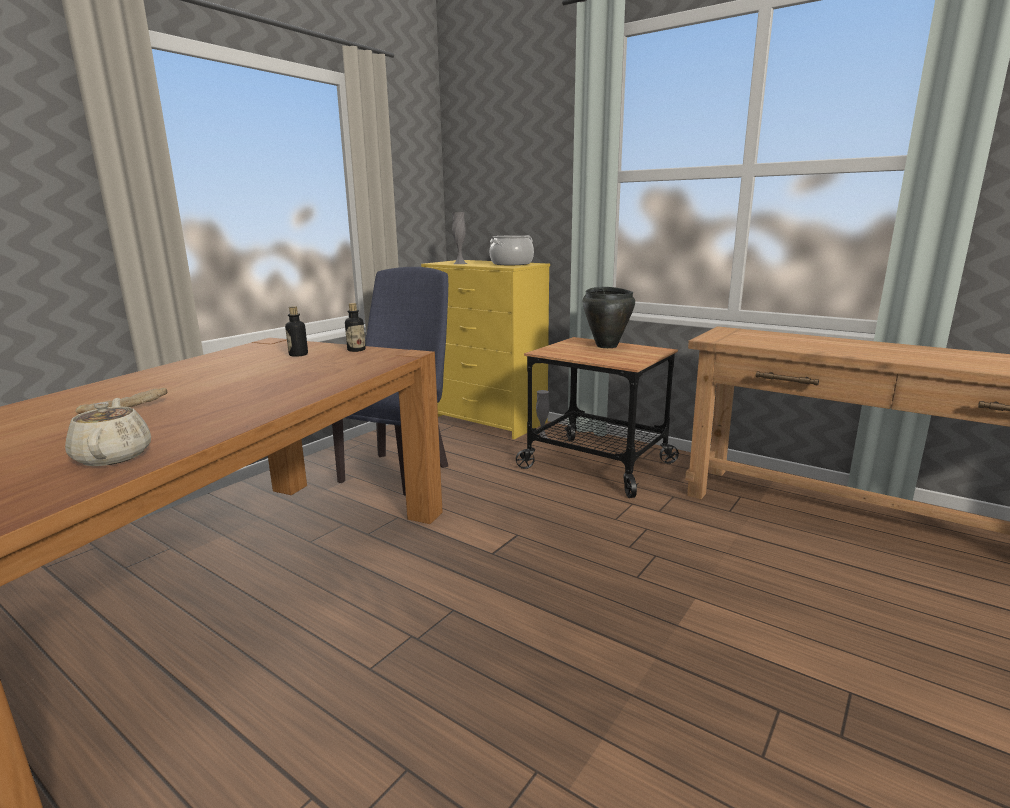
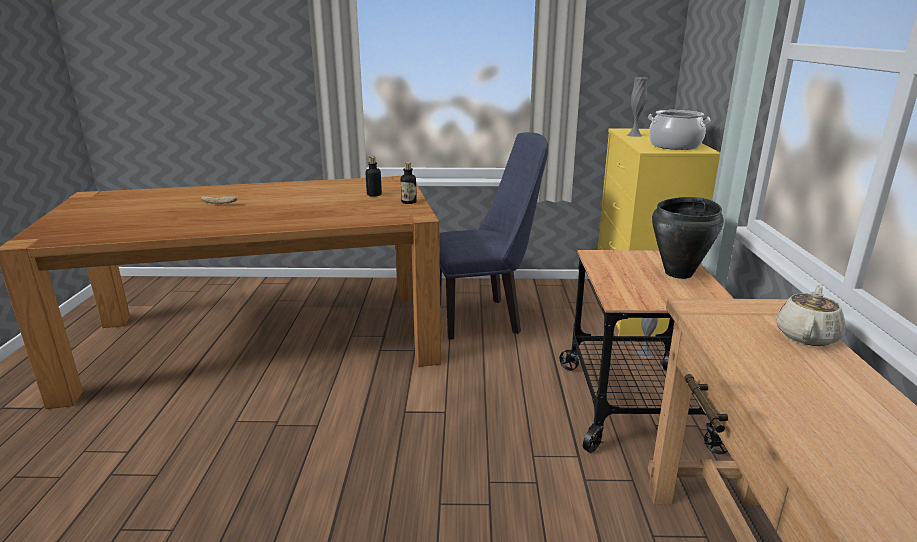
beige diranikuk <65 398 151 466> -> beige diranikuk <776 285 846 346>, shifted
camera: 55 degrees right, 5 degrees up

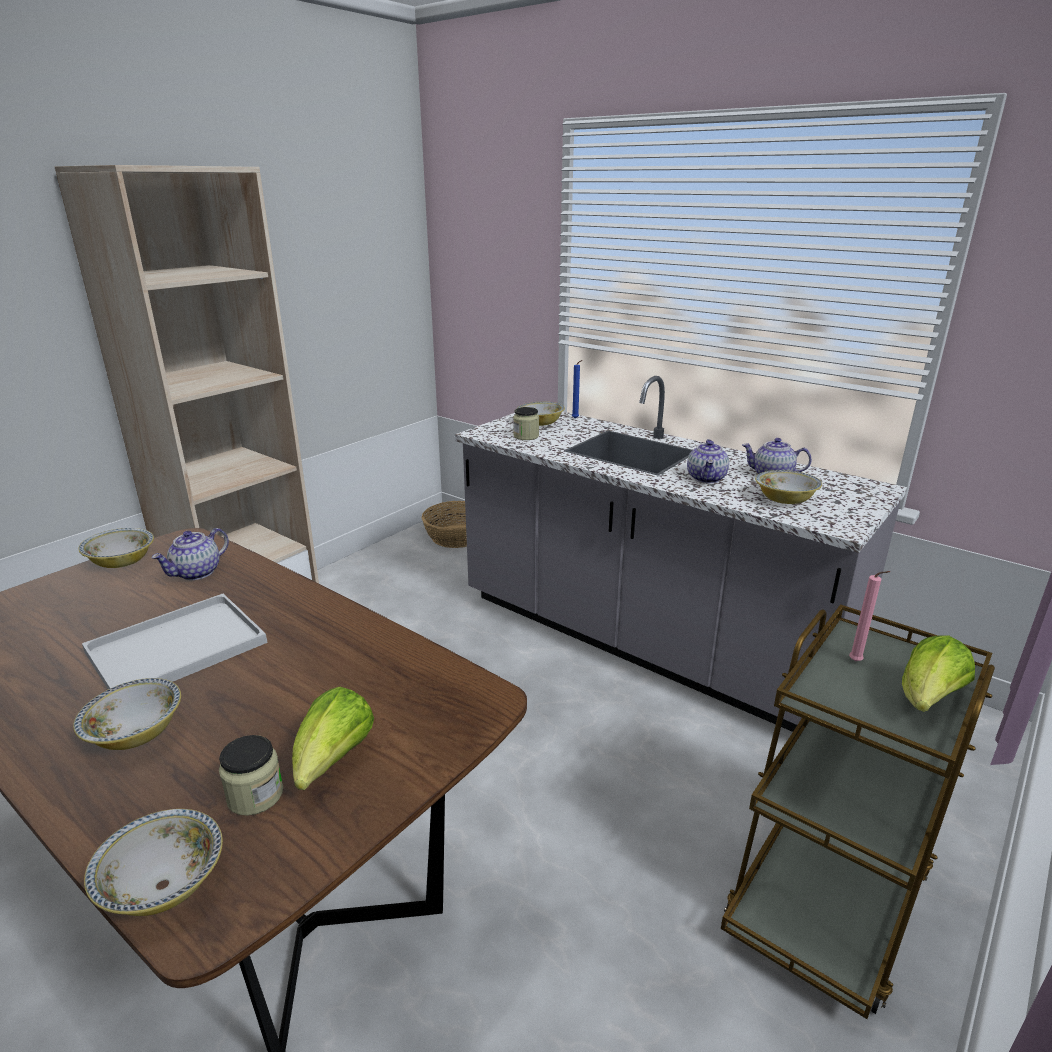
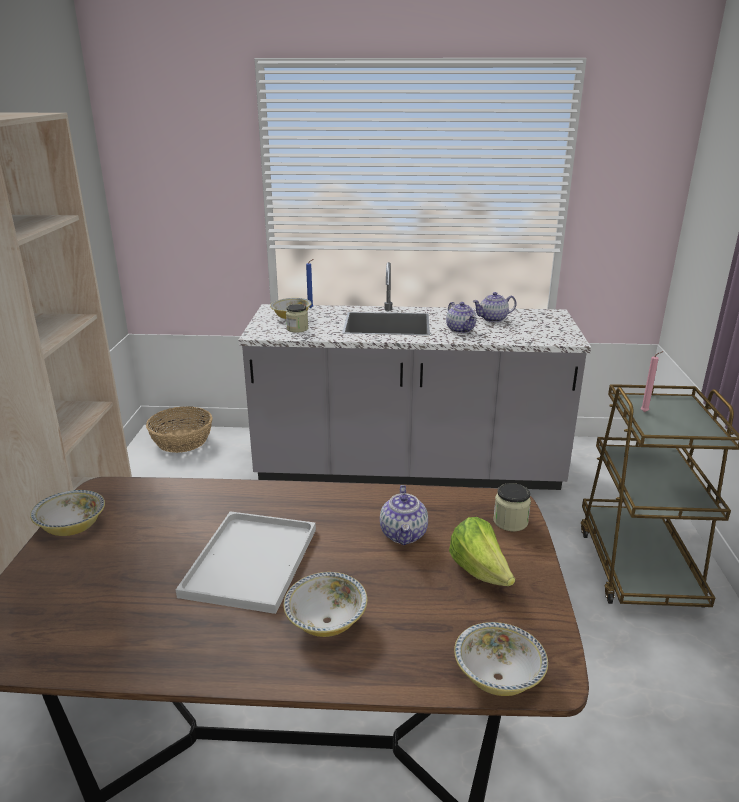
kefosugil <755 470 822 504> -> none
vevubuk <902 635 975 712> -> none
diranikuk <151 528 229 580> -> diranikuk <380 485 428 545>, shifted
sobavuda <219 735 283 816> -> sobavuda <493 483 531 532>, shifted
camera: 35 degrees left, 0 degrees up

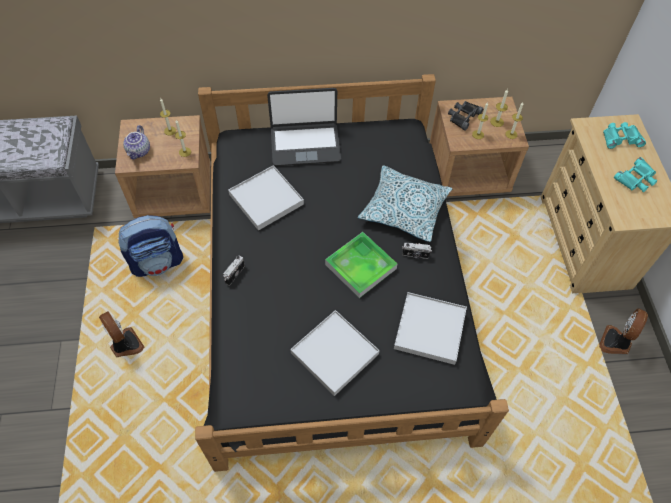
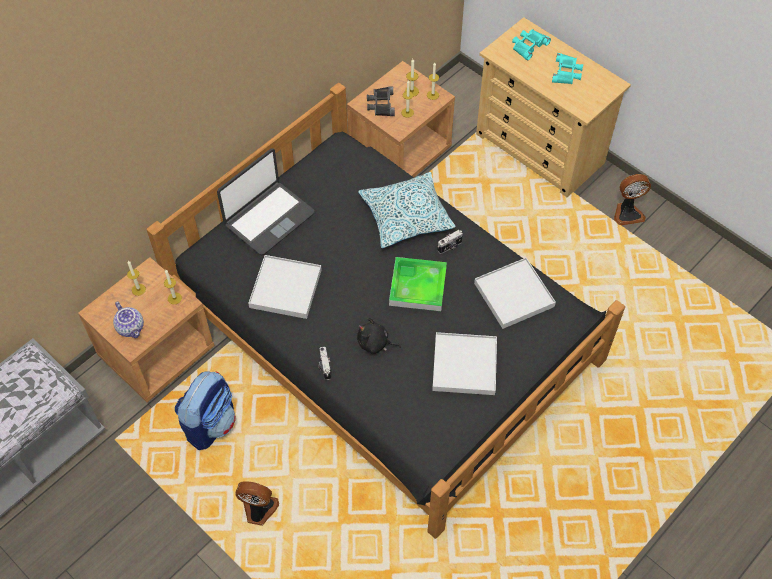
none -> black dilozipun <357 318 401 354>
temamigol <599 308 648 354> -> temamigol <614 174 651 226>, 90 degrees counterclockwise
camera: 40 degrees left, 0 degrees up

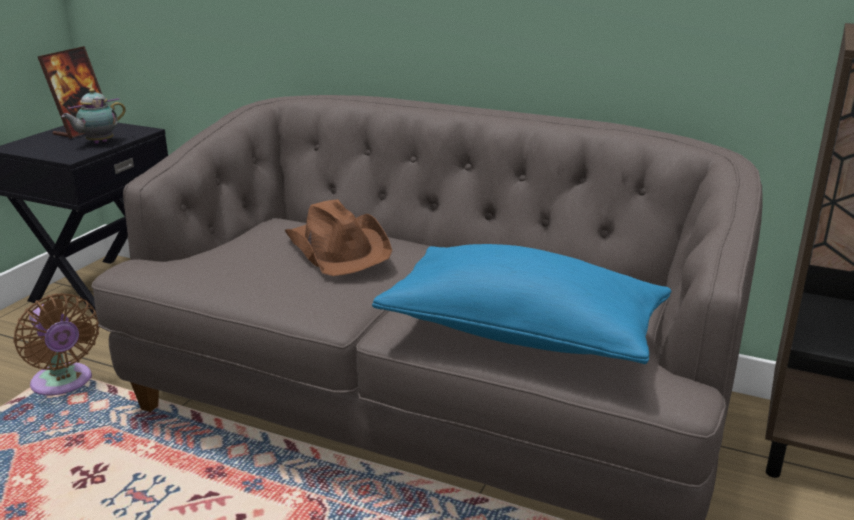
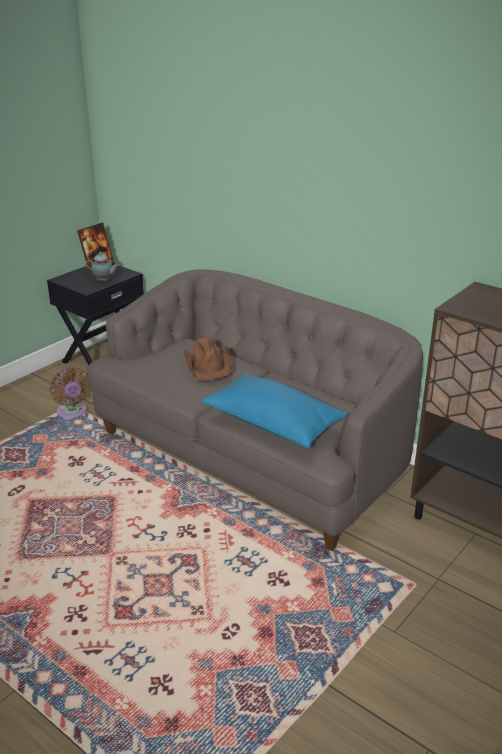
diranikuk <61 89 126 144> -> diranikuk <86 252 120 281>, 135 degrees counterclockwise
camera: 15 degrees right, 5 degrees up

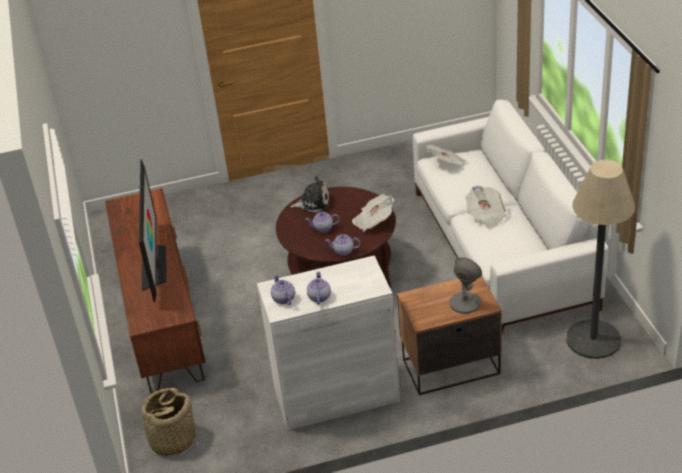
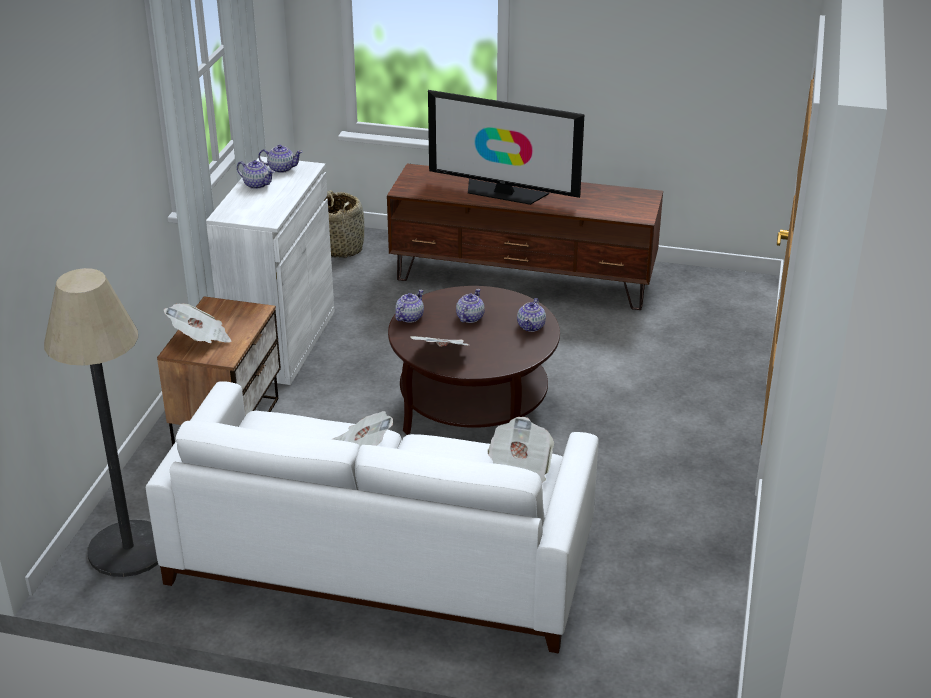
dilozipun <290 176 329 213> -> diranikuk <517 298 546 332>
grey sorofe <450 257 482 314> -> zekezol <164 303 231 343>
camera: 115 degrees right, 5 degrees down

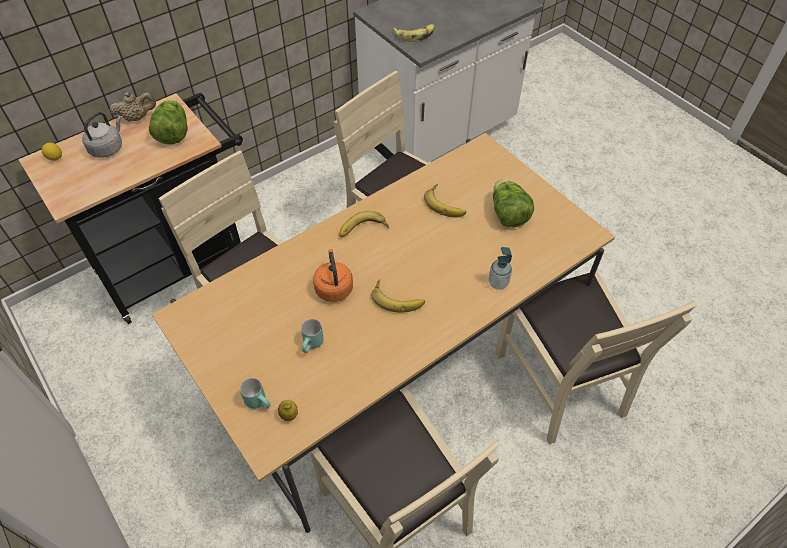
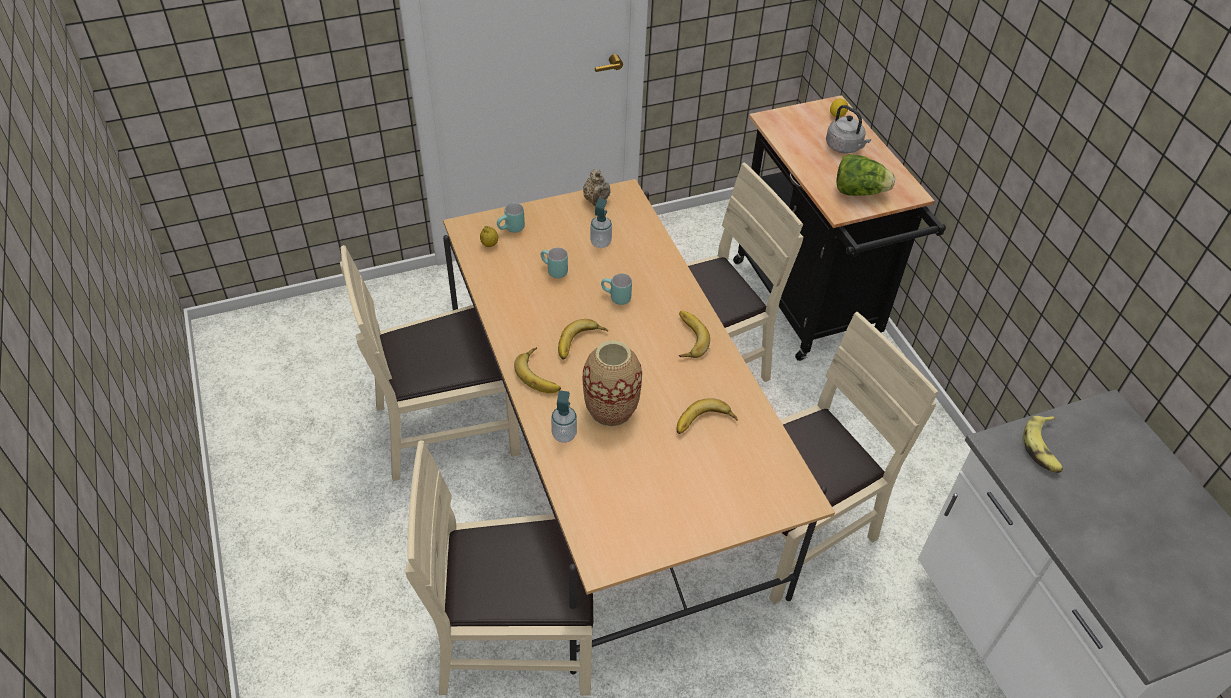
vevubuk <493 179 534 228> -> none
none -> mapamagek <514 347 561 393>
none -> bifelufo <583 340 642 427>
none -> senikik <590 198 612 248>
beige diranikuk <110 92 156 122> -> beige diranikuk <583 169 611 206>, shifted
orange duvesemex <313 249 353 302> -> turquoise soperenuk <601 273 632 305>
camera: 105 degrees right, 5 degrees down

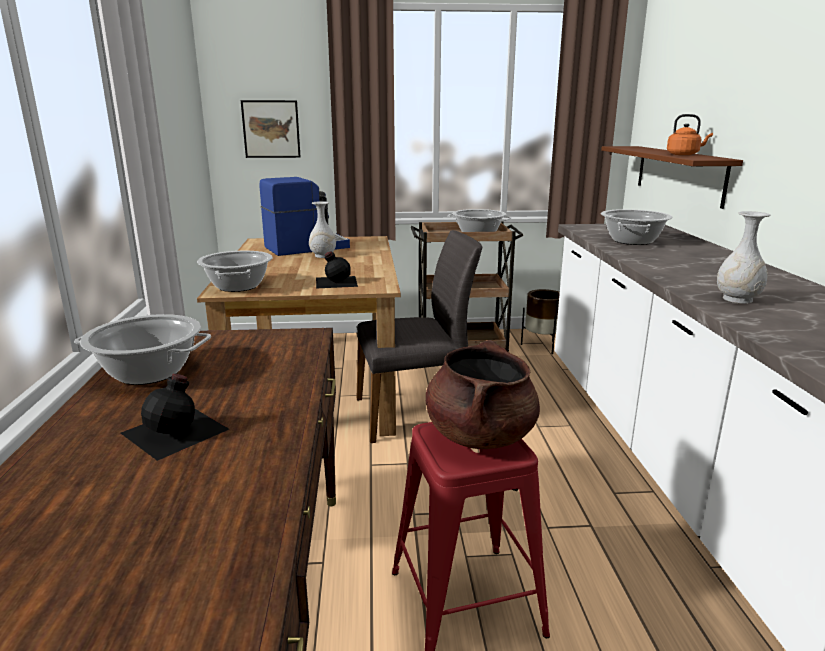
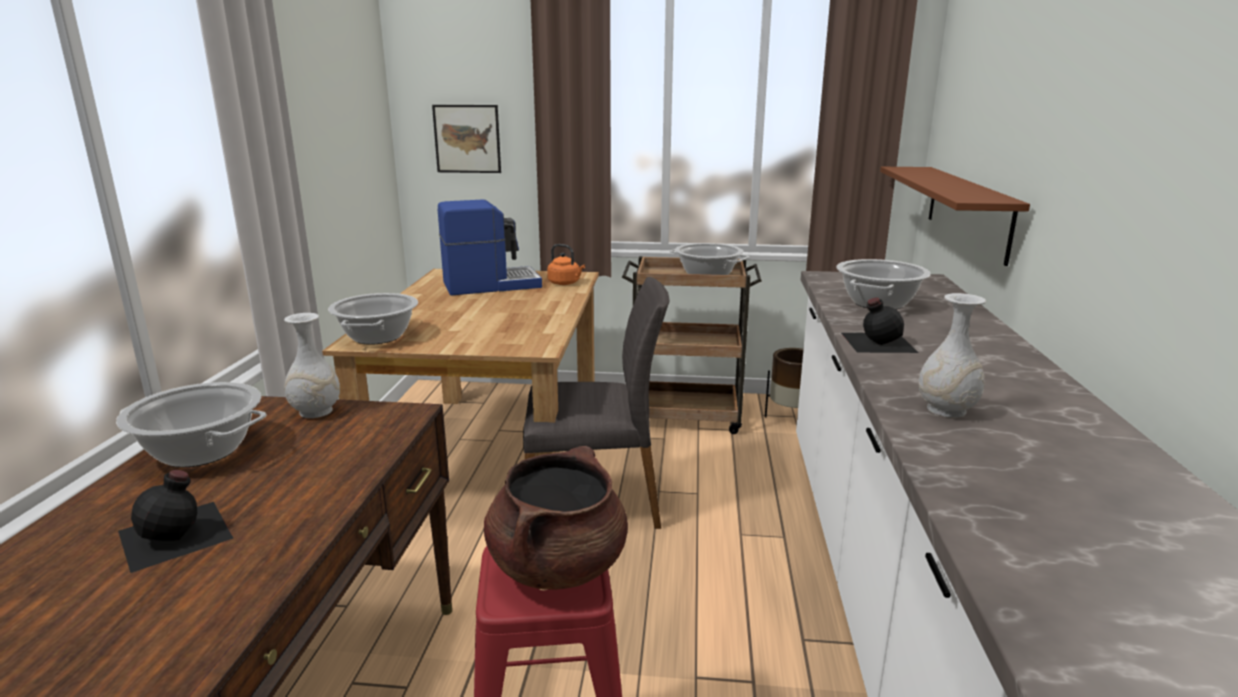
white bifelufo <309 201 336 258> -> white bifelufo <284 313 340 418>, shifted
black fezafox <316 251 358 288> -> black fezafox <841 298 919 353>, shifted
orange duvesemex <667 114 713 155> -> orange duvesemex <547 244 585 285>, shifted
camera: 10 degrees right, 0 degrees up

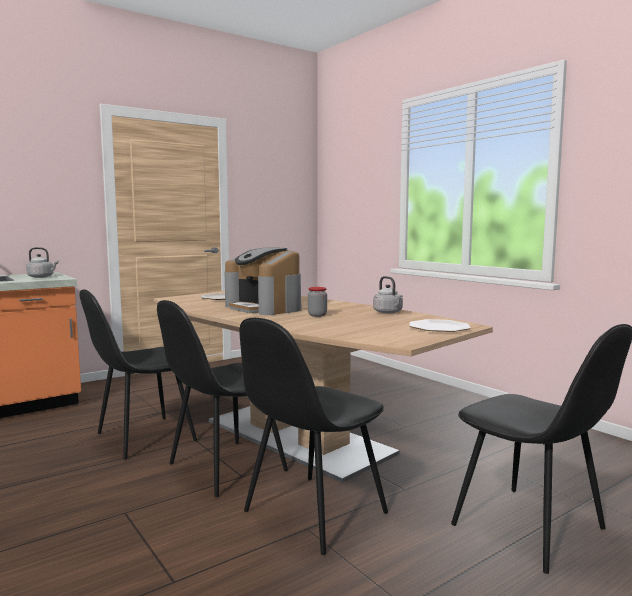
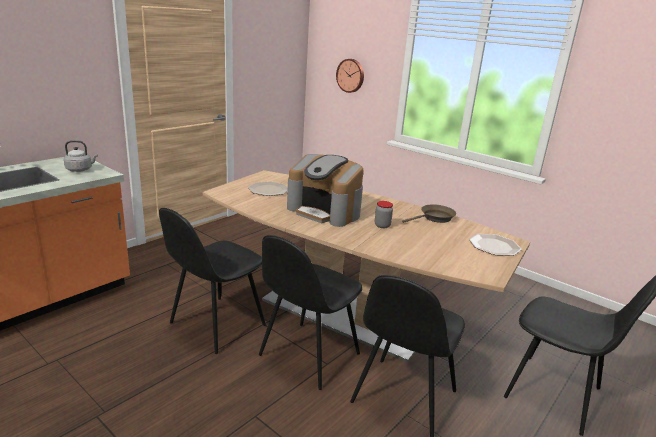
none -> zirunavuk <336 59 364 93>
grey duvesemex <373 276 403 314> -> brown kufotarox <402 204 456 223>
camera: 15 degrees left, 15 degrees up

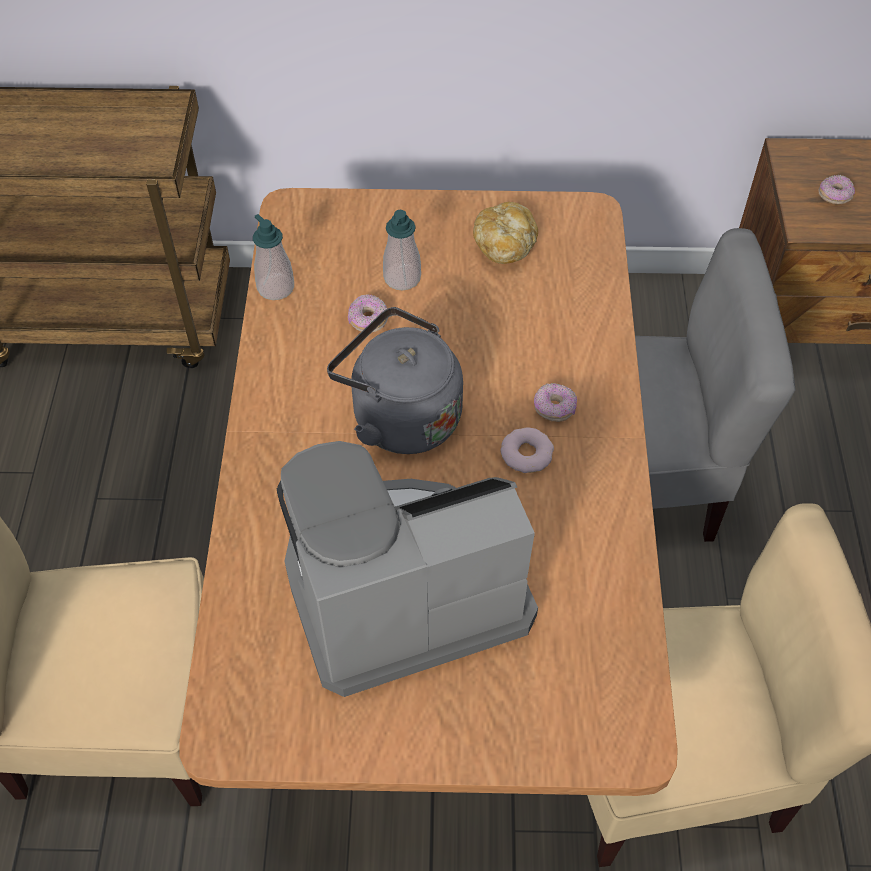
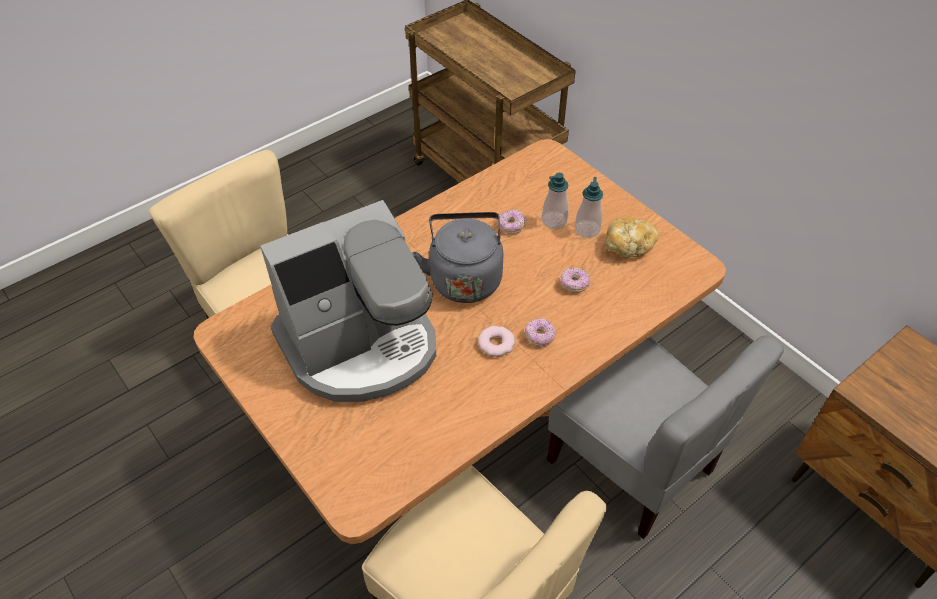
senikik <253 214 294 300> -> senikik <575 177 603 238>, shifted
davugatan <818 175 855 205> -> davugatan <561 267 590 293>, shifted
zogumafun <277 441 538 697> -> zogumafun <260 200 436 402>, 120 degrees clockwise
camera: 50 degrees right, 5 degrees down

